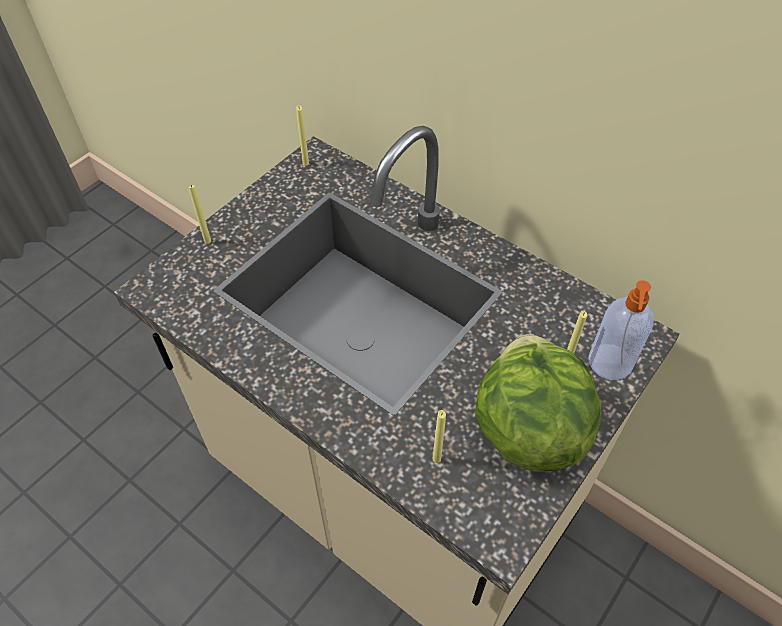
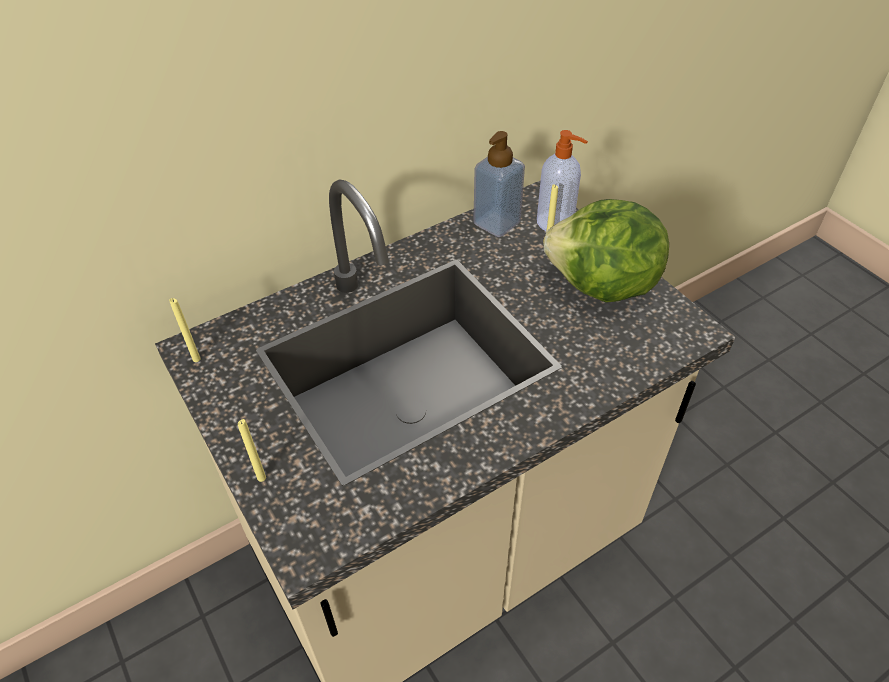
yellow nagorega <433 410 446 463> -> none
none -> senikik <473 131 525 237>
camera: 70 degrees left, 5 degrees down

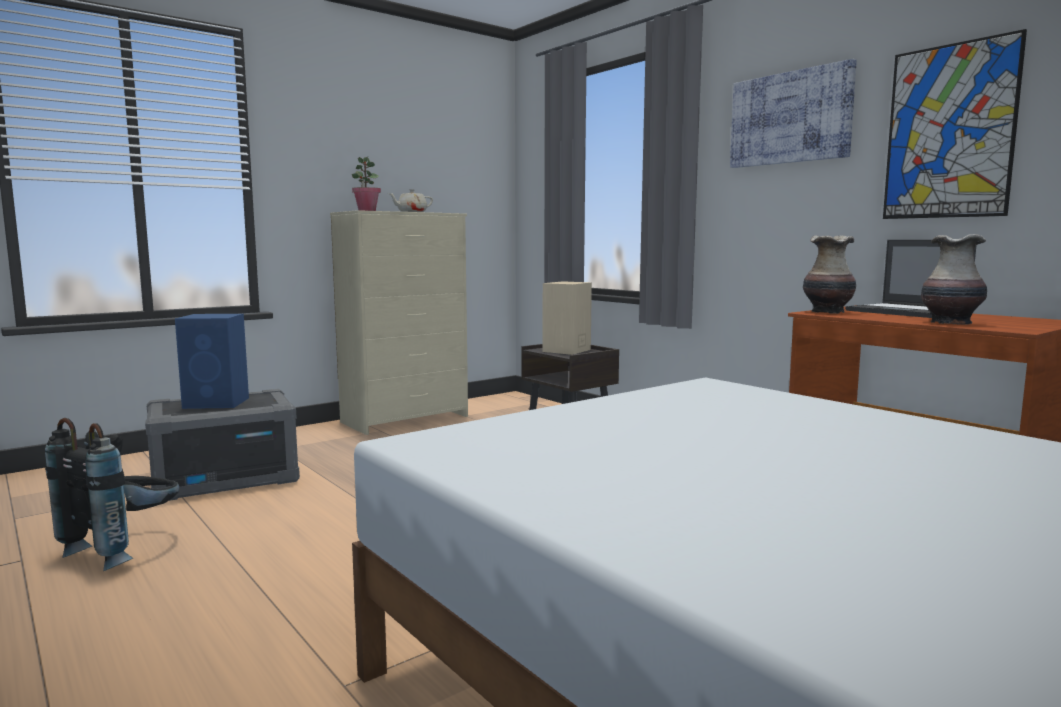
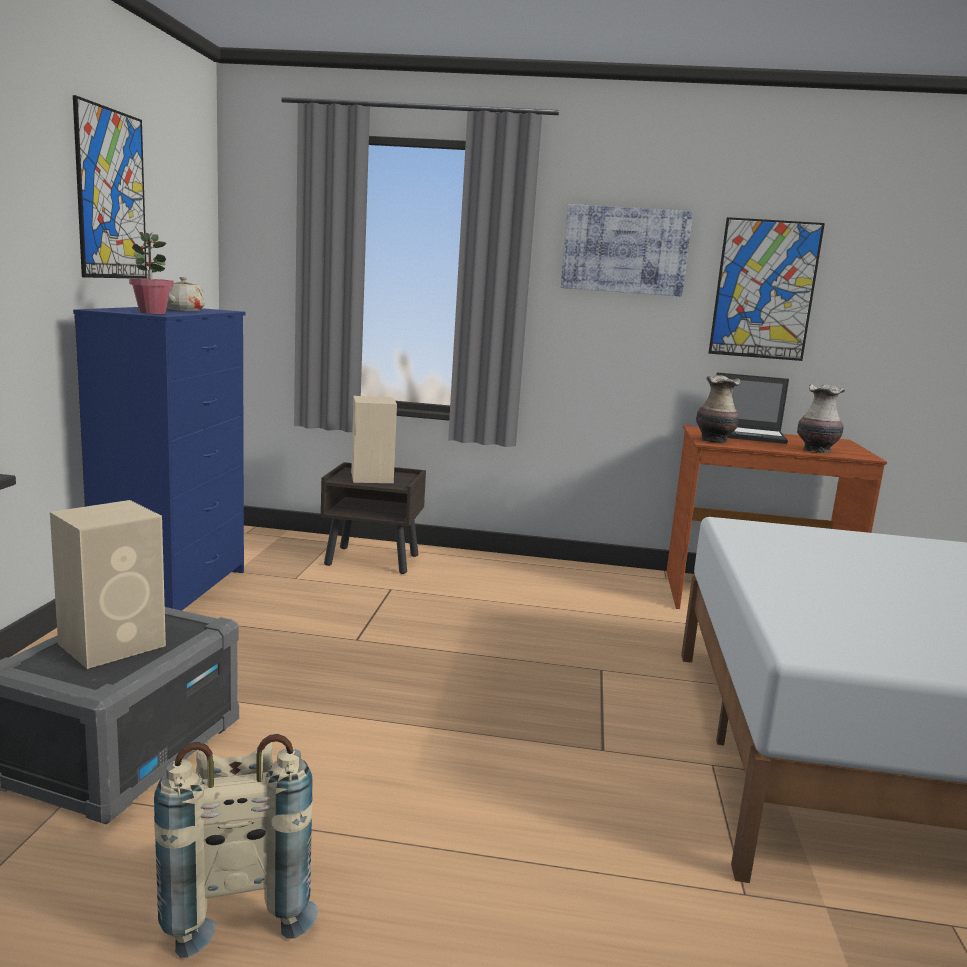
none -> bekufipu <73 95 147 279>
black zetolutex <45 418 179 571> -> beige zetolutex <154 734 318 957>
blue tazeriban <175 314 249 409> -> beige tazeriban <50 500 166 669>
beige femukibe <330 210 468 435> -> blue femukibe <73 307 245 611>
camera: 45 degrees left, 5 degrees up

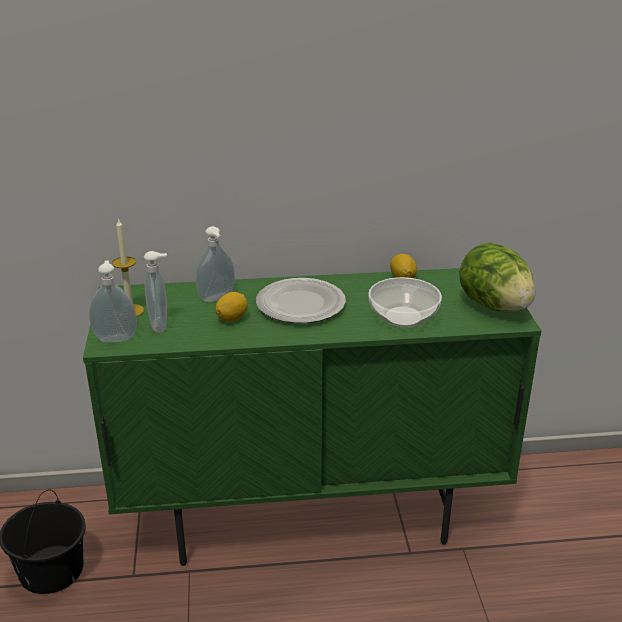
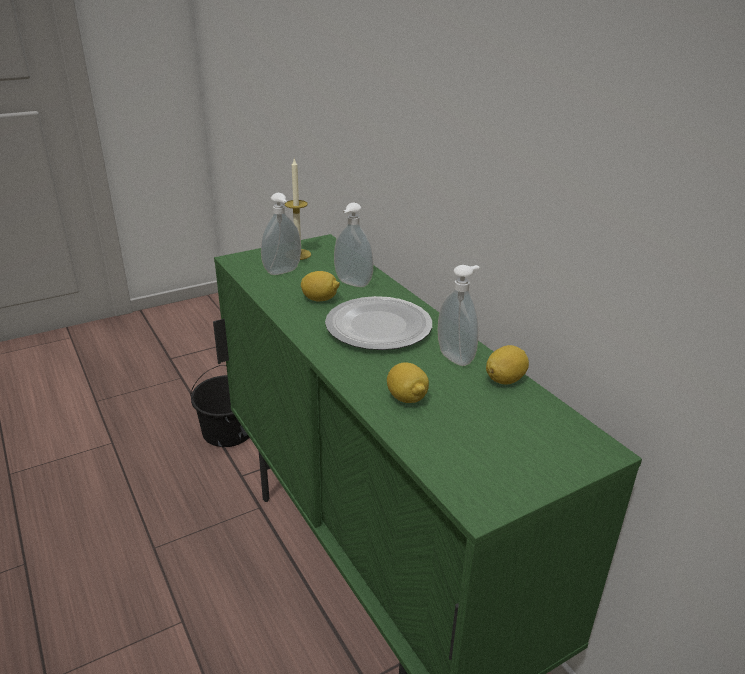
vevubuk <459 243 535 311> -> none
senikik <89 260 137 343> -> senikik <438 265 479 366>, shifted
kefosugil <368 277 442 327> -> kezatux <387 362 429 403>
camera: 65 degrees right, 0 degrees up

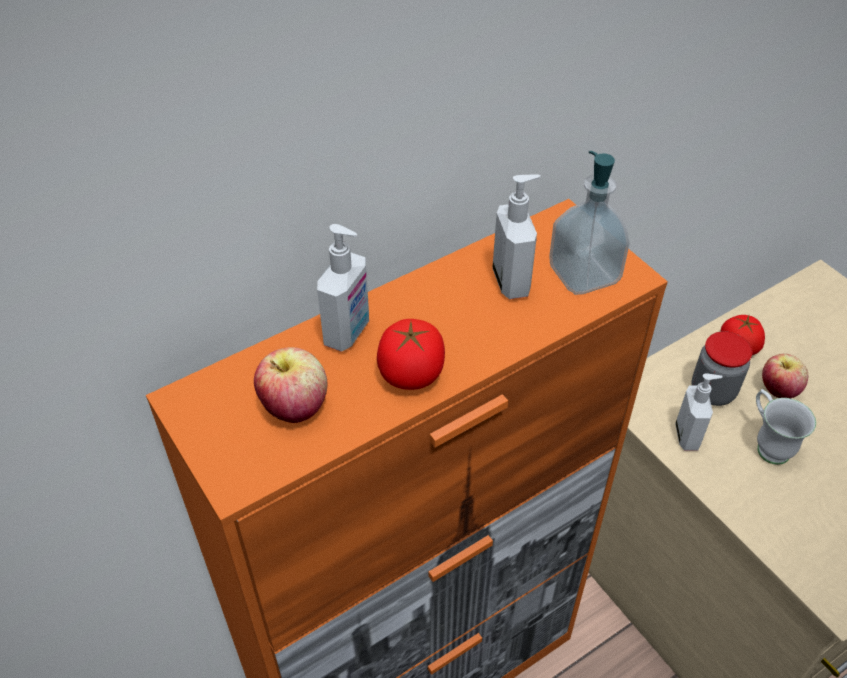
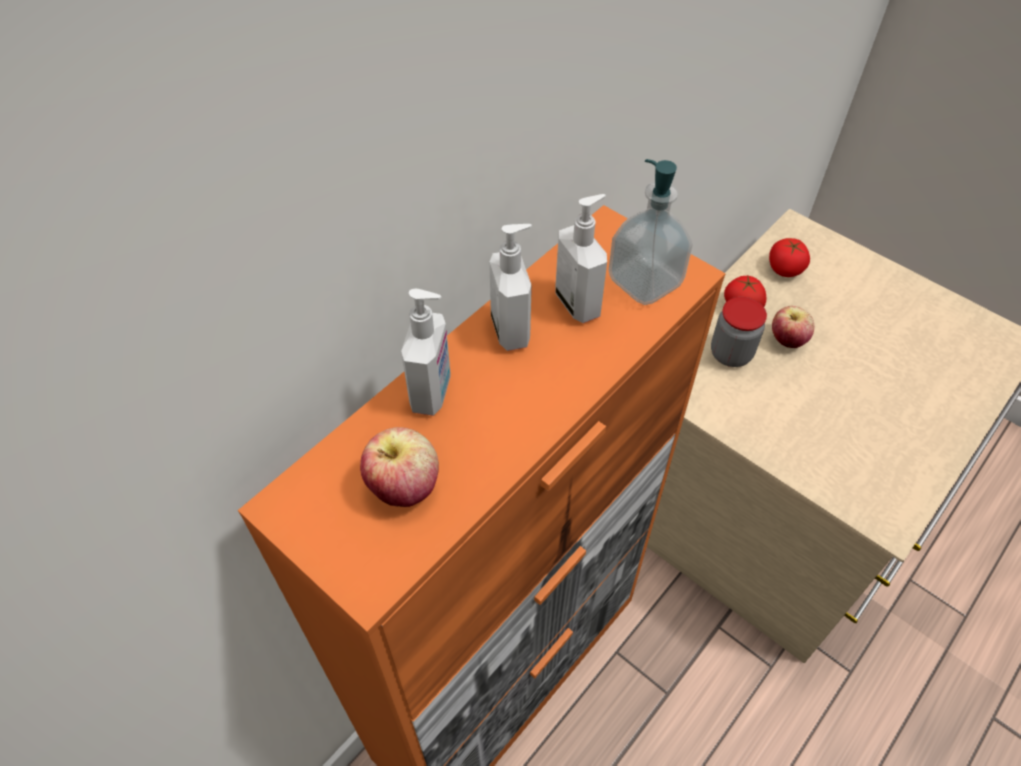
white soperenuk <756 389 816 465> -> none
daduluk <377 319 445 390> -> daduluk <769 238 810 277>, shifted
senikik <675 373 723 451> -> senikik <490 224 532 351>, shifted
camera: 15 degrees left, 5 degrees up

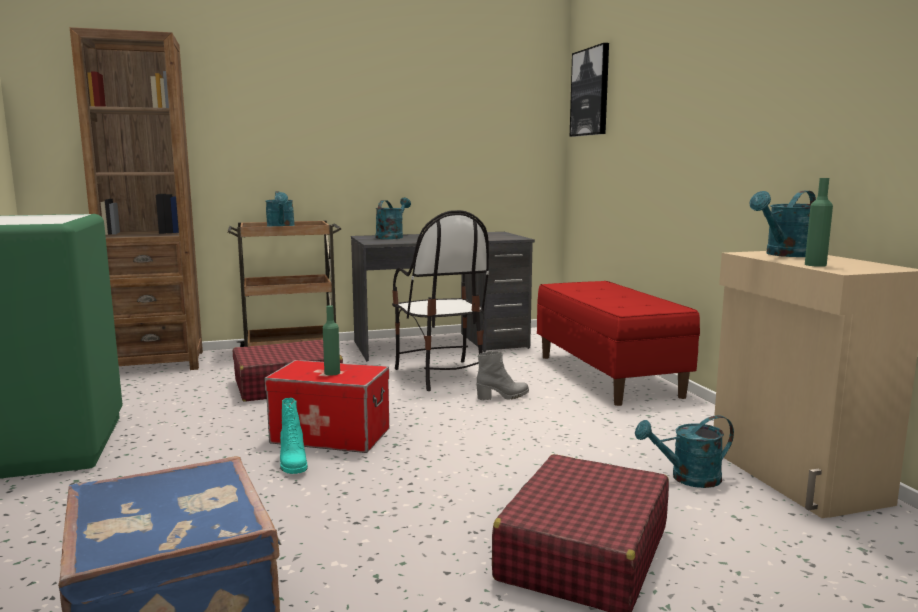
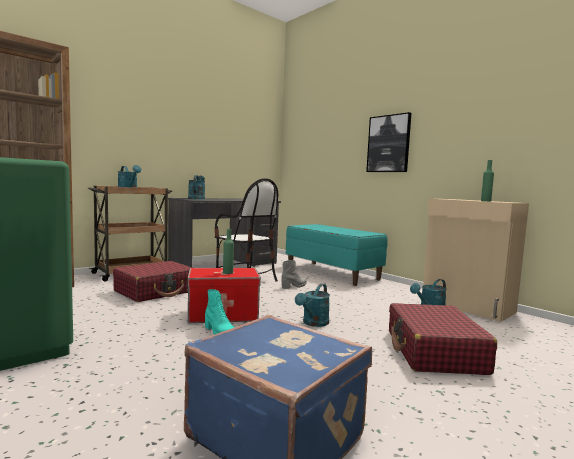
bekufipu <570 43 609 137> -> bekufipu <366 112 411 172>, shifted
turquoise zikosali <750 191 816 257> -> turquoise zikosali <295 284 330 327>, shifted
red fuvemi <537 281 700 406> -> turquoise fuvemi <286 224 387 286>
camera: 25 degrees left, 5 degrees down

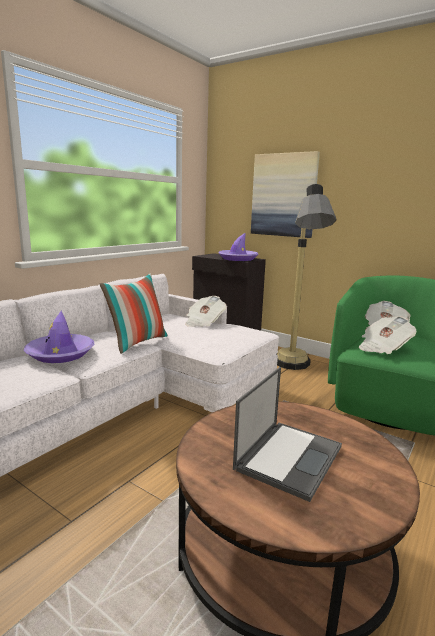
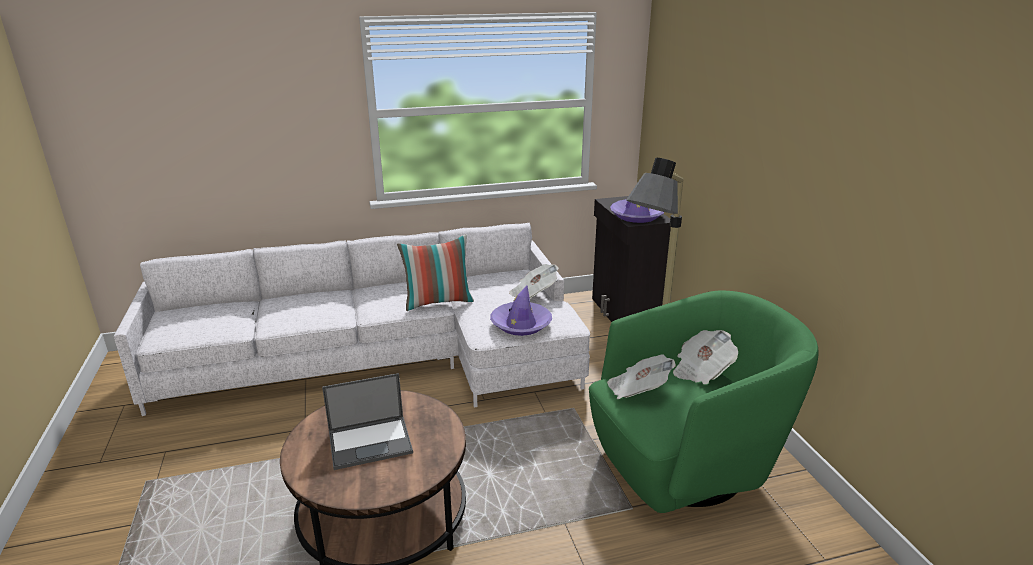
bekufipu <251 151 320 238> -> none
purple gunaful <24 311 94 363> -> purple gunaful <490 286 552 336>, shifted
camera: 40 degrees right, 10 degrees up

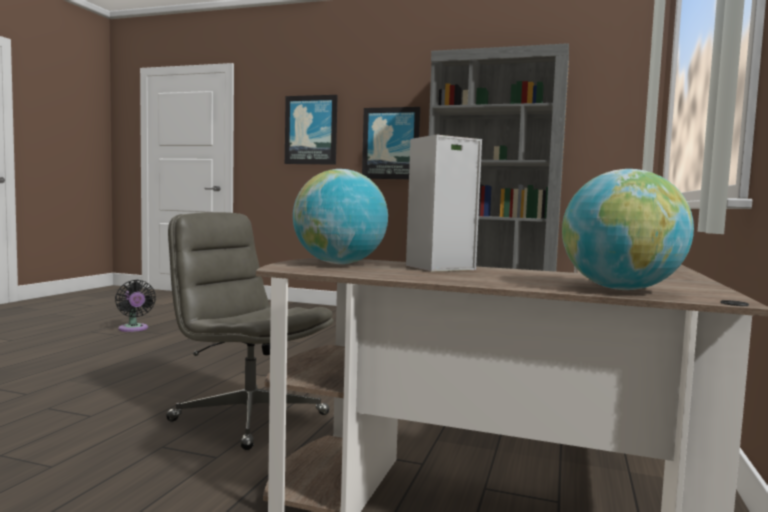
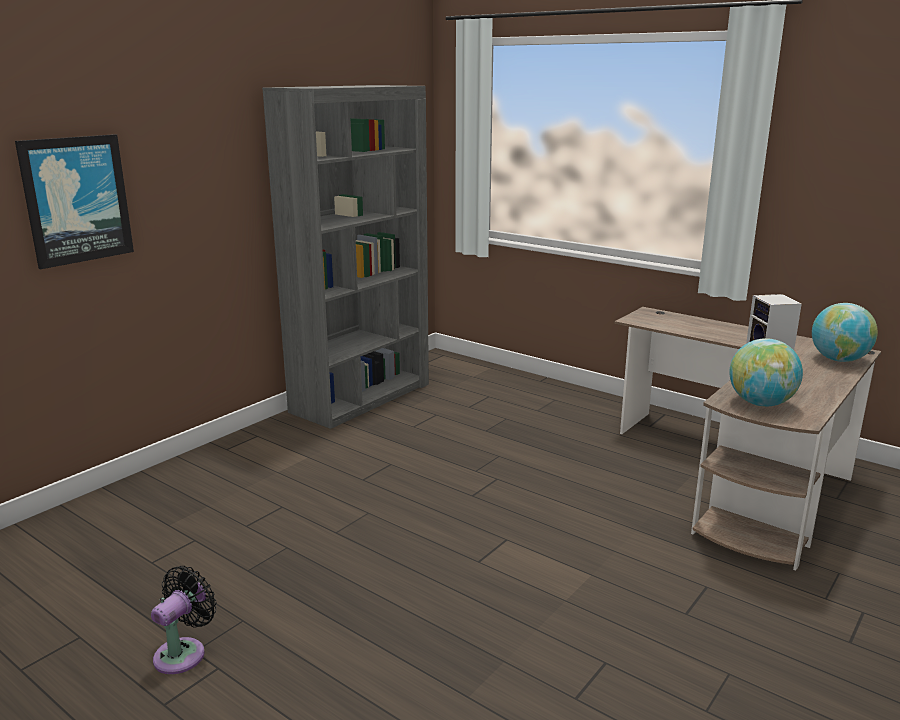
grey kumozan <166 212 334 450> -> none
bekufipu <362 107 420 179> -> none
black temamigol <115 280 156 332> -> black temamigol <151 566 217 674>, 45 degrees counterclockwise
camera: 70 degrees left, 15 degrees up

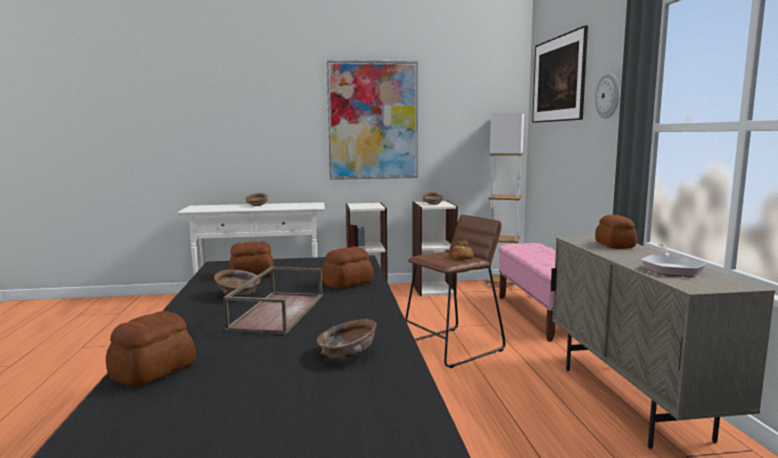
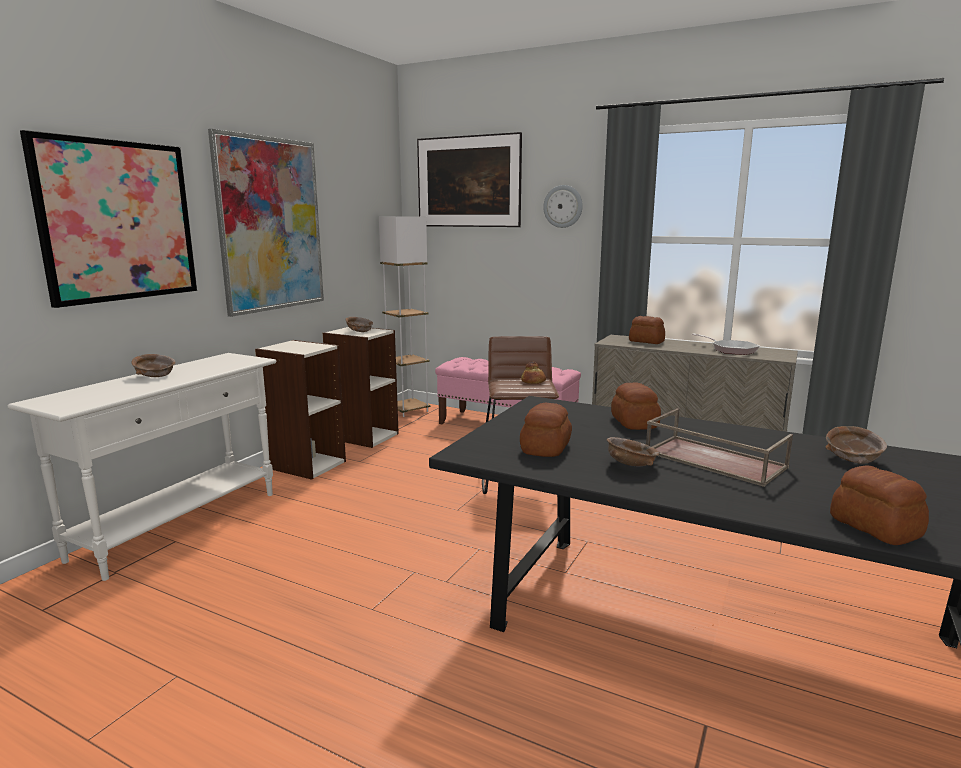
none -> bekufipu <20 130 197 308>
camera: 55 degrees left, 5 degrees up

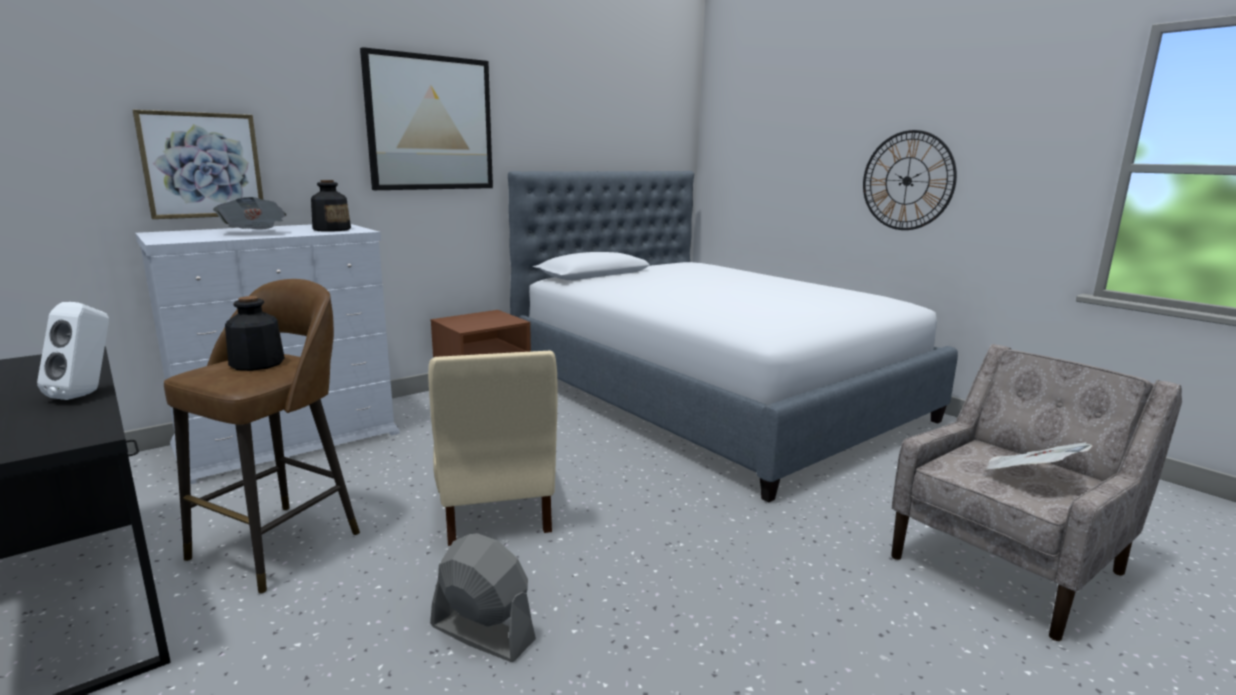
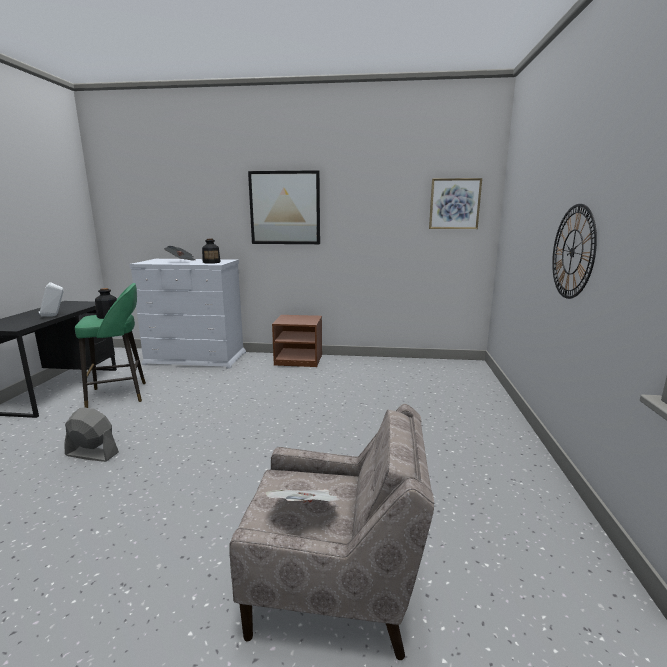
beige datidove <428 351 557 546> -> none
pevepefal <508 171 958 502> -> none
bekufipu <132 110 263 219> -> bekufipu <429 178 482 229>, shifted
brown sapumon <164 279 360 594> -> green sapumon <75 283 146 408>
grey temamigol <430 533 536 662> -> grey temamigol <64 408 119 462>, 60 degrees counterclockwise
camera: 45 degrees right, 0 degrees up

